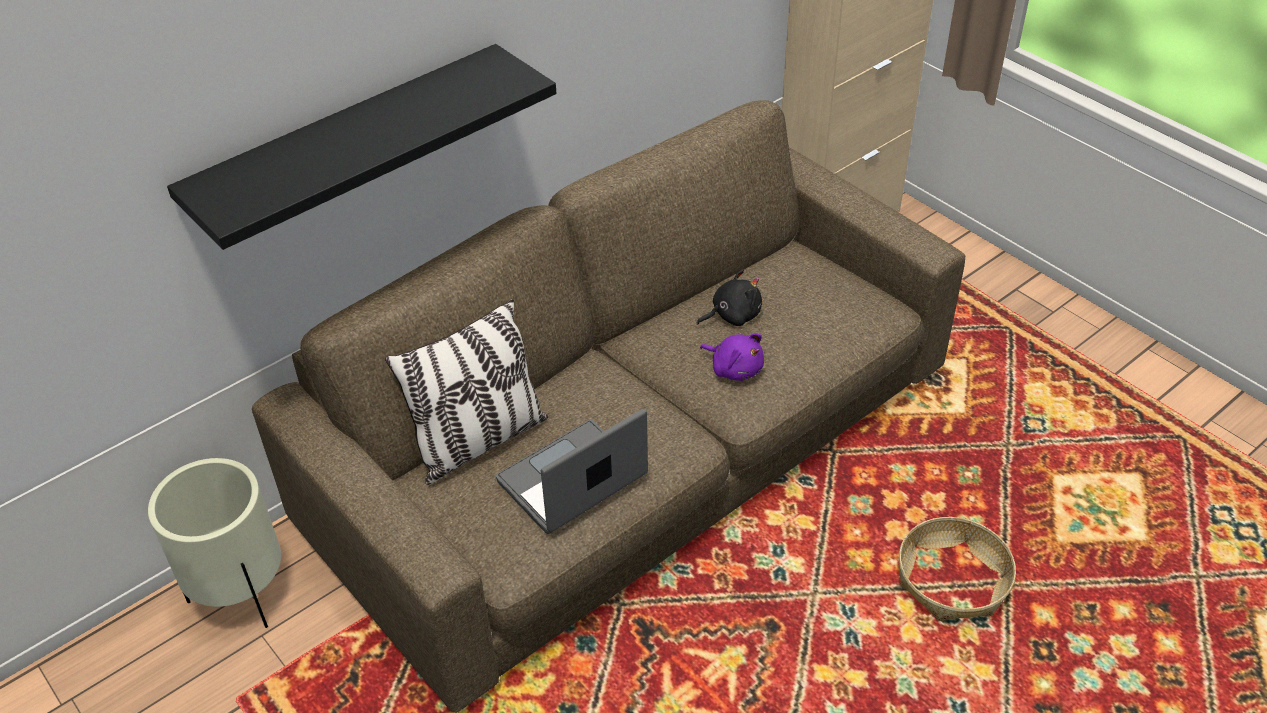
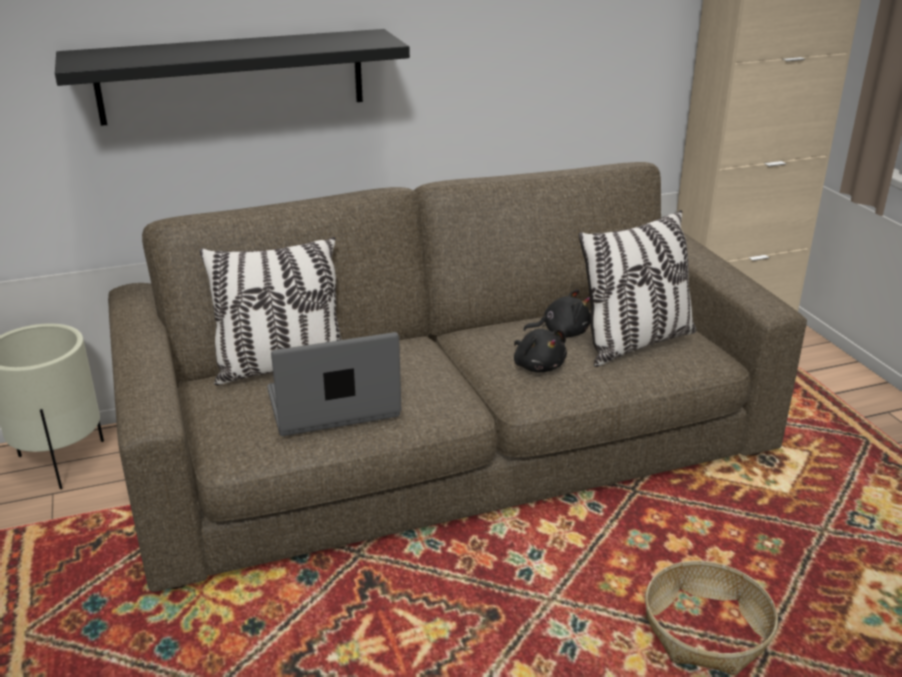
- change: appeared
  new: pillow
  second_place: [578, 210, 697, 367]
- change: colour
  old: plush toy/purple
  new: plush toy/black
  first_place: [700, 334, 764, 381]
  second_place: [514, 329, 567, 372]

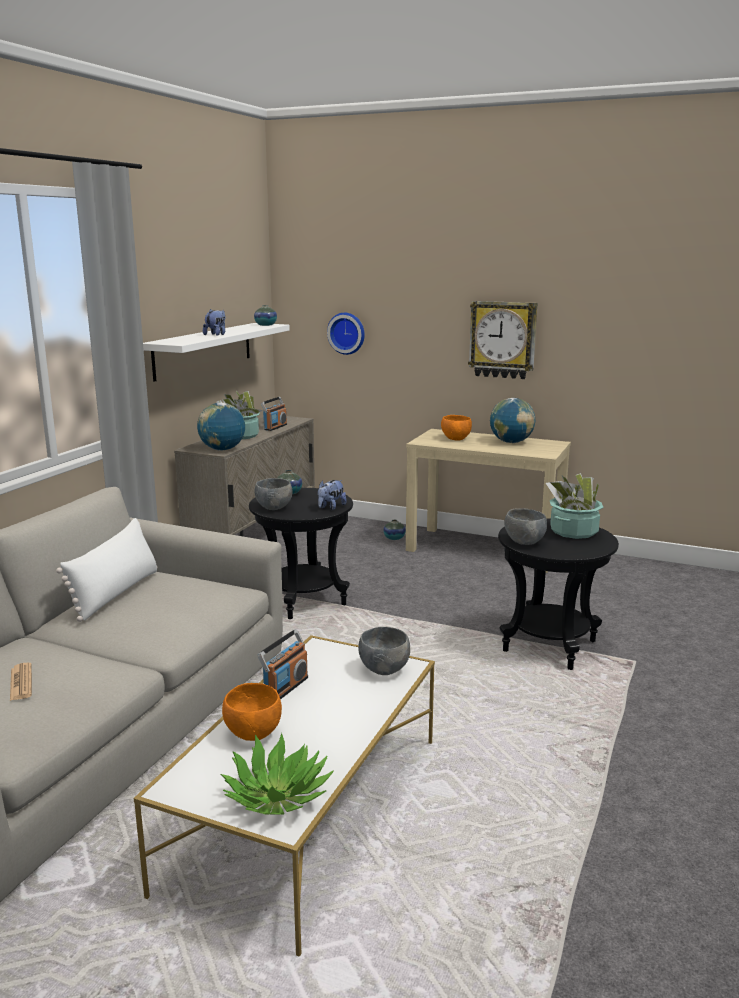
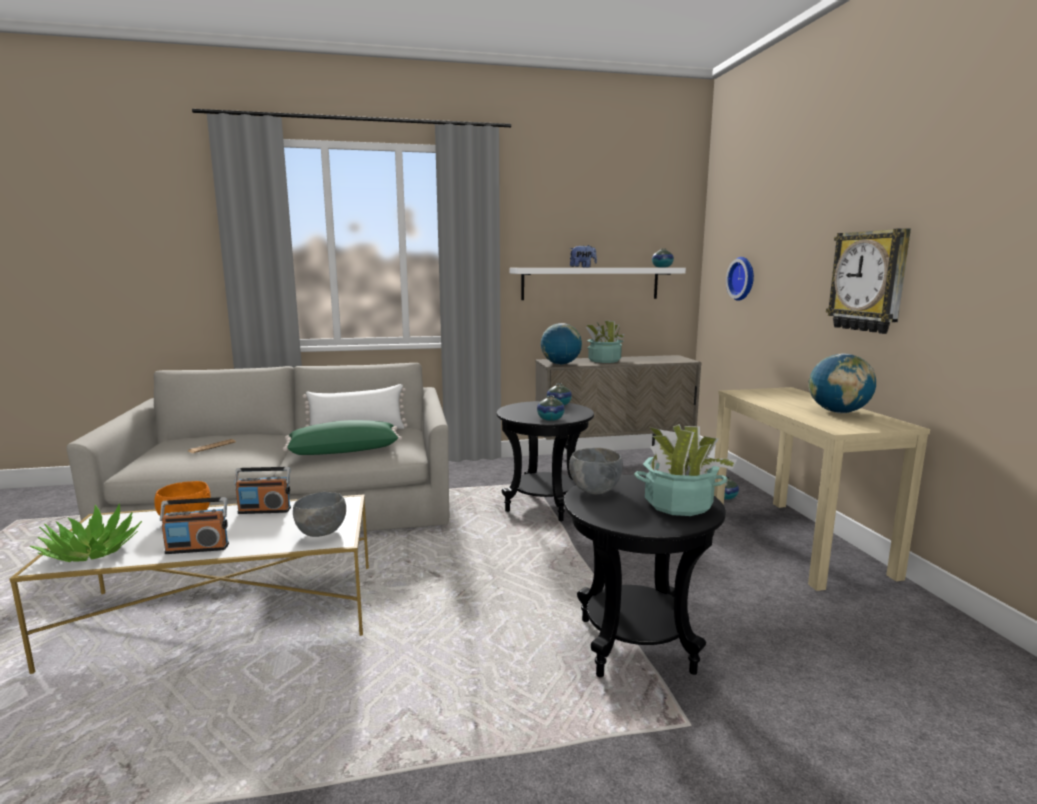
- change: missing
  old: bowl/grey
  first_place: [255, 478, 292, 510]
- change: missing
  old: bowl/orange
  first_place: [441, 415, 472, 441]
- change: appeared
  new: pillow/green
  second_place: [283, 420, 402, 455]
- change: relocated
  old: radio
  first_place: [261, 397, 287, 431]
  second_place: [160, 497, 229, 554]
- change: exchanged
  old: plush toy
  new: vase
  first_place: [318, 480, 347, 510]
  second_place: [537, 396, 565, 421]

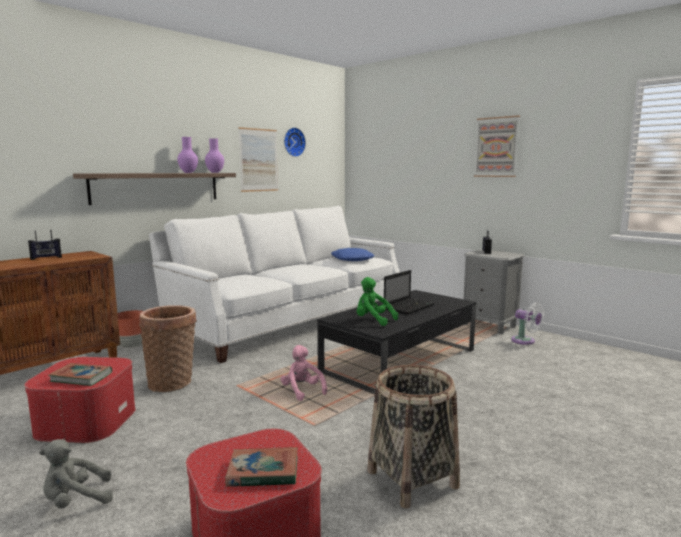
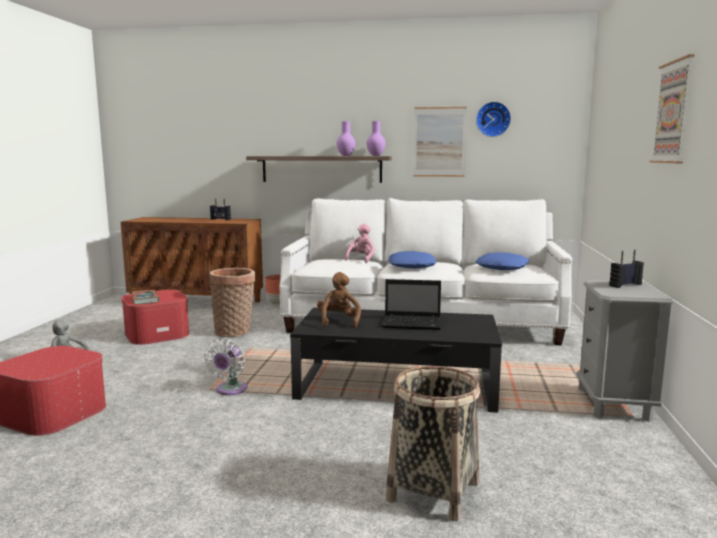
- change: missing
  old: book
  first_place: [225, 447, 298, 487]
- change: appeared
  new: pillow/blue
  second_place: [389, 251, 436, 269]
- change: relocated
  old: plush toy/pink
  first_place: [280, 345, 327, 401]
  second_place: [345, 224, 375, 263]
- change: relocated
  old: basket
  first_place: [367, 365, 460, 508]
  second_place: [386, 366, 480, 521]
- change: relocated
  old: fan/white
  first_place: [511, 302, 544, 345]
  second_place: [204, 338, 248, 395]
- change: colour
  old: plush toy/green
  new: plush toy/brown
  first_place: [357, 277, 398, 326]
  second_place: [317, 272, 361, 328]

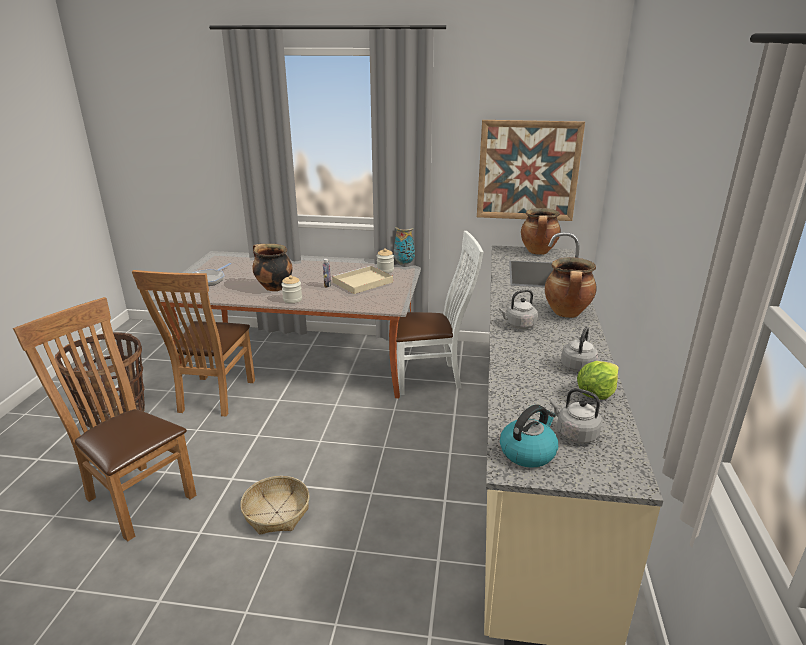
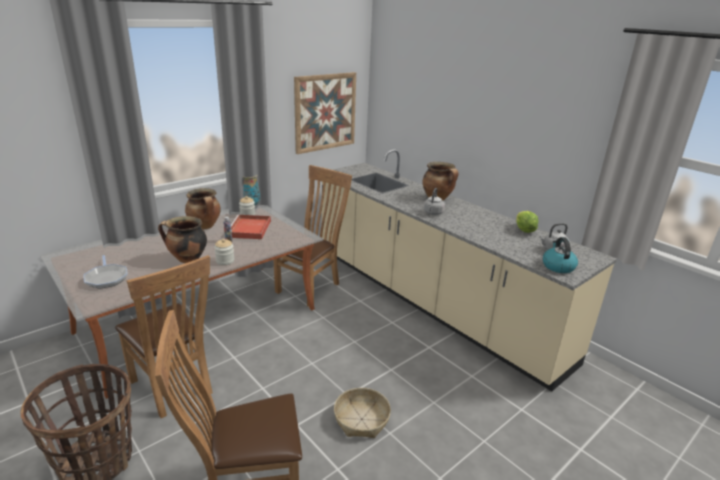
- change: missing
  old: kettle/grey
  first_place: [561, 327, 598, 372]
- change: relocated
  old: cooking pot
  first_place: [521, 208, 561, 255]
  second_place: [185, 188, 221, 229]
- change: colour
  old: tray/beige
  new: tray/red
  first_place: [332, 265, 393, 294]
  second_place: [231, 214, 271, 239]
- change: colour
  old: chair/white
  new: chair/brown
  first_place: [396, 231, 483, 395]
  second_place: [274, 165, 352, 307]

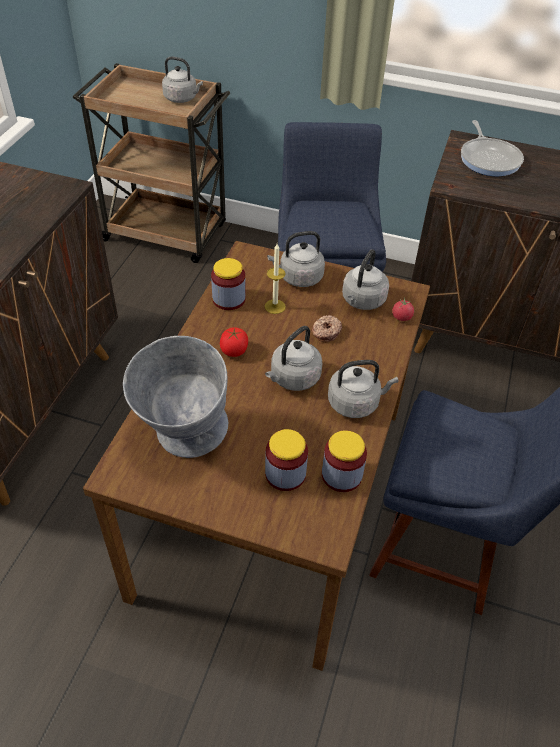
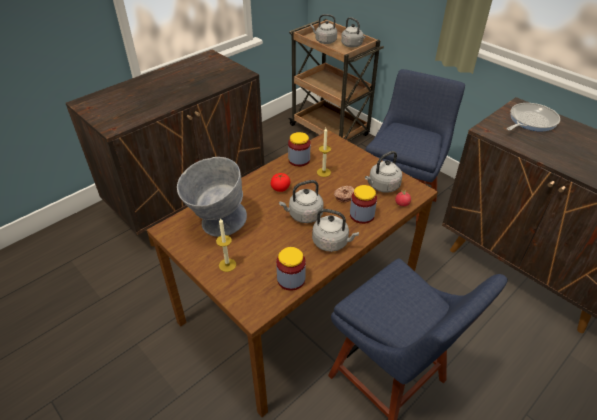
- change: appeared
  new: candle
  second_place: [216, 218, 236, 272]
- change: relocated
  old: jar
  first_place: [265, 429, 308, 491]
  second_place: [350, 185, 377, 224]
- change: relocated
  old: kettle/grey
  first_place: [267, 231, 325, 287]
  second_place: [311, 14, 337, 44]
- change: spun
  old: frying pan
  first_place: [461, 120, 524, 176]
  second_place: [507, 103, 560, 131]
  degrees: -150

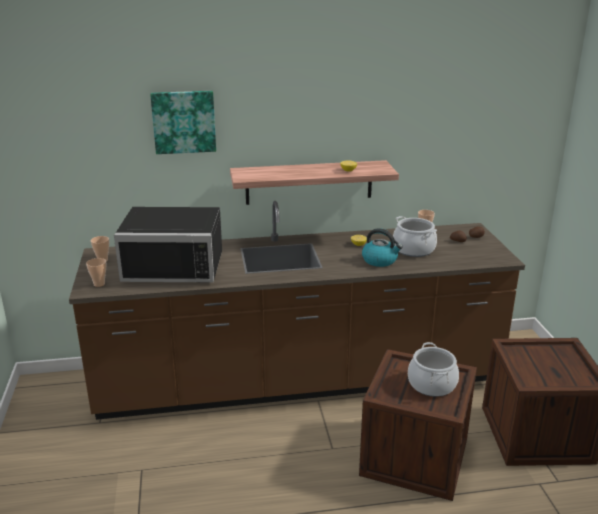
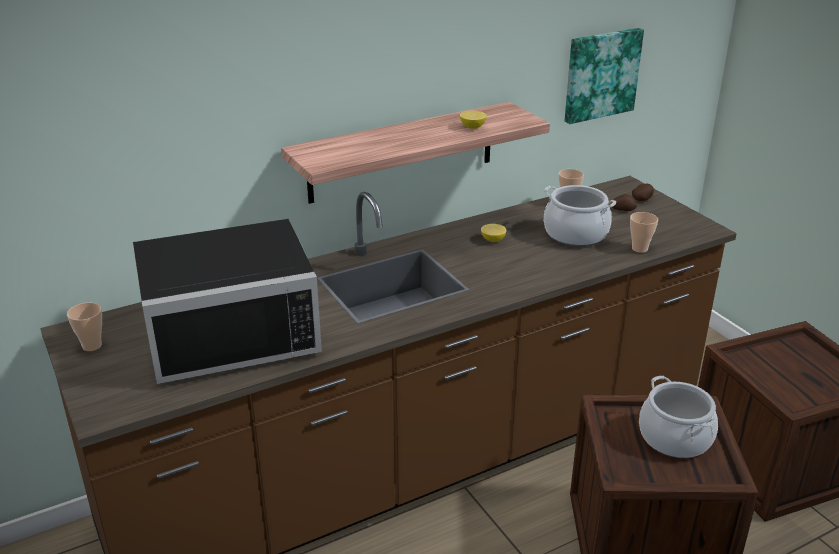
- change: missing
  old: kettle
  first_place: [362, 228, 403, 267]
- change: relocated
  old: cup
  first_place: [86, 258, 106, 287]
  second_place: [630, 212, 658, 253]
- change: relocated
  old: picture
  first_place: [150, 91, 216, 154]
  second_place: [565, 28, 644, 124]

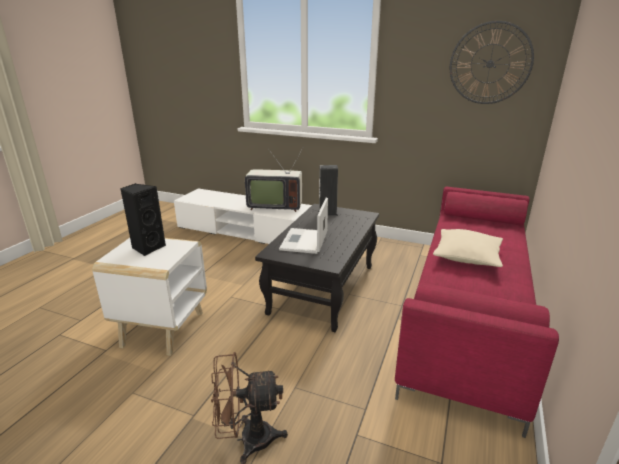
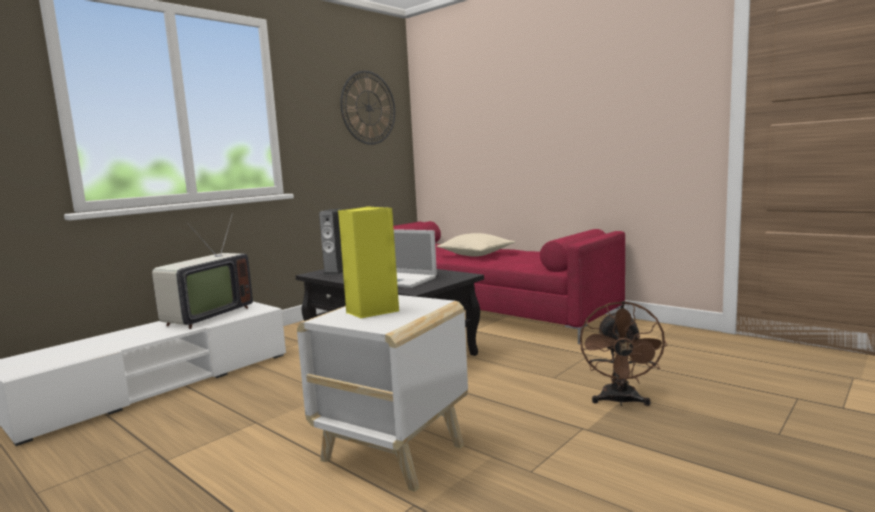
- change: colour
  old: speaker/black
  new: speaker/yellow
  first_place: [120, 183, 166, 256]
  second_place: [338, 206, 399, 319]

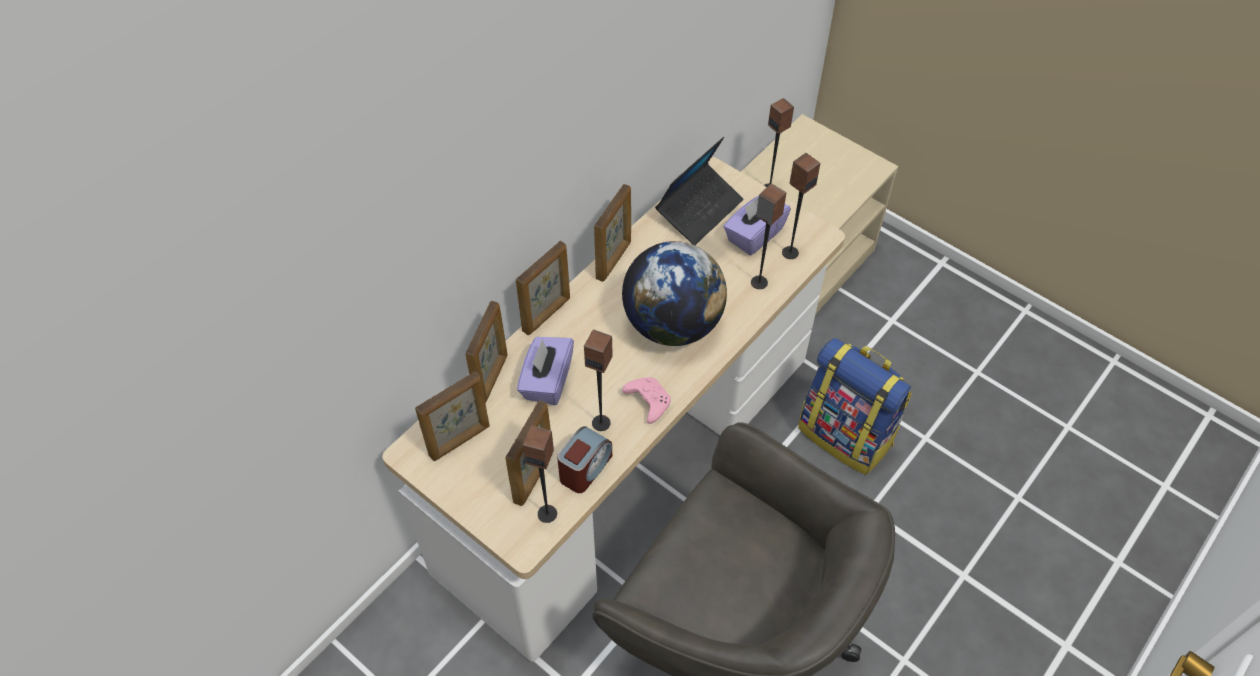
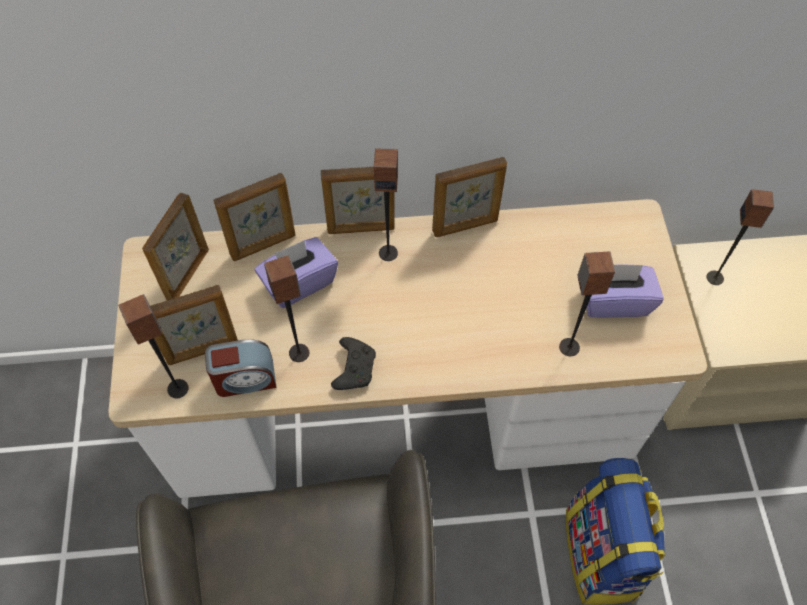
- change: missing
  old: globe
  first_place: [622, 241, 727, 346]
- change: missing
  old: laptop
  first_place: [655, 137, 743, 245]
- change: relocated
  old: speaker
  first_place: [782, 153, 820, 259]
  second_place: [374, 148, 398, 261]
- change: colour
  old: game controller/pink
  new: game controller/black
  first_place: [622, 377, 671, 424]
  second_place: [331, 337, 376, 390]
- change: spun
  old: picture frame
  first_place: [415, 371, 490, 461]
  second_place: [142, 193, 209, 301]
  degrees: 105

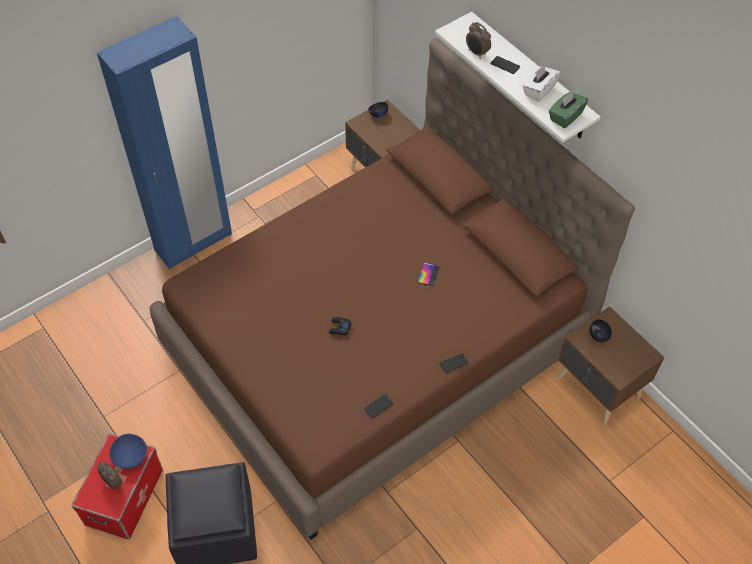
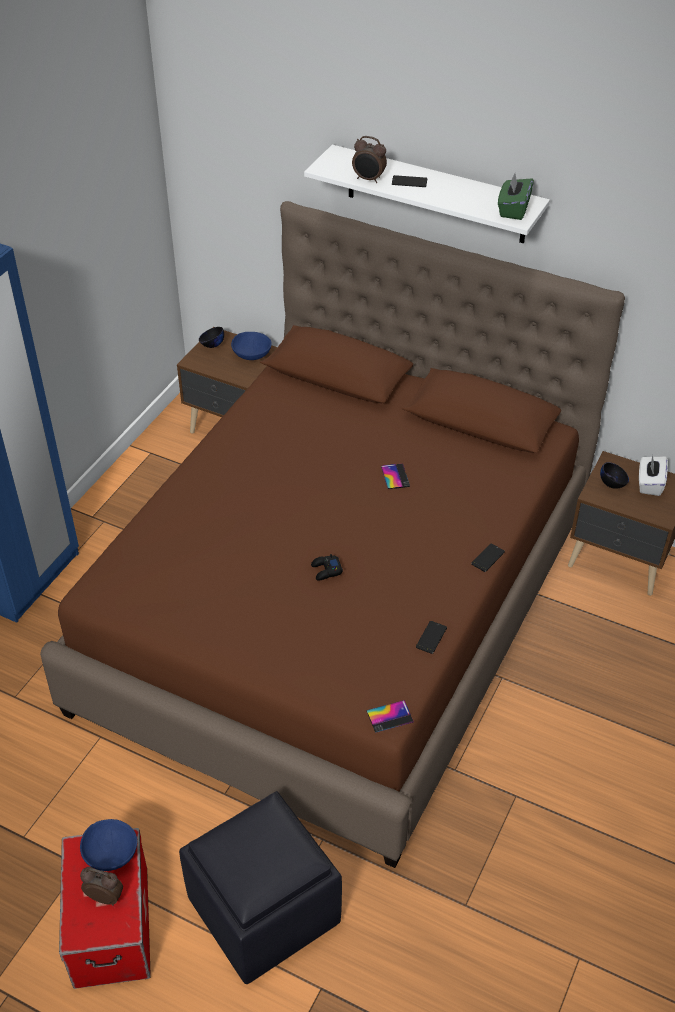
- change: appeared
  new: bowl/blue
  second_place: [231, 332, 272, 360]
- change: appeared
  new: phone
  second_place: [366, 700, 414, 733]
- change: relocated
  old: tissue box/white
  first_place: [522, 64, 560, 102]
  second_place: [639, 454, 668, 496]

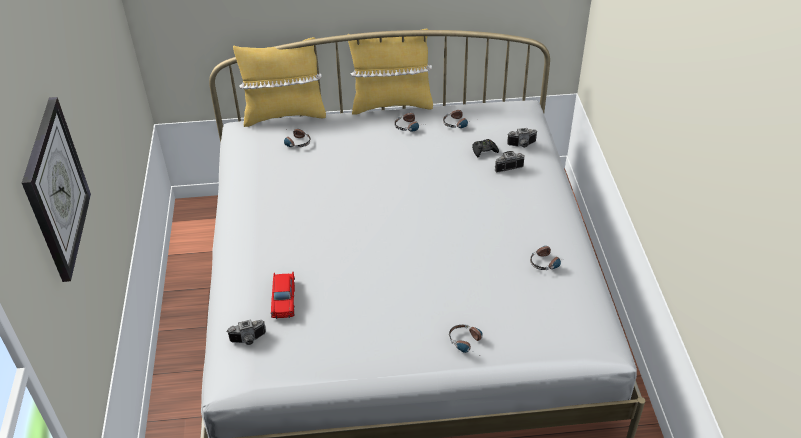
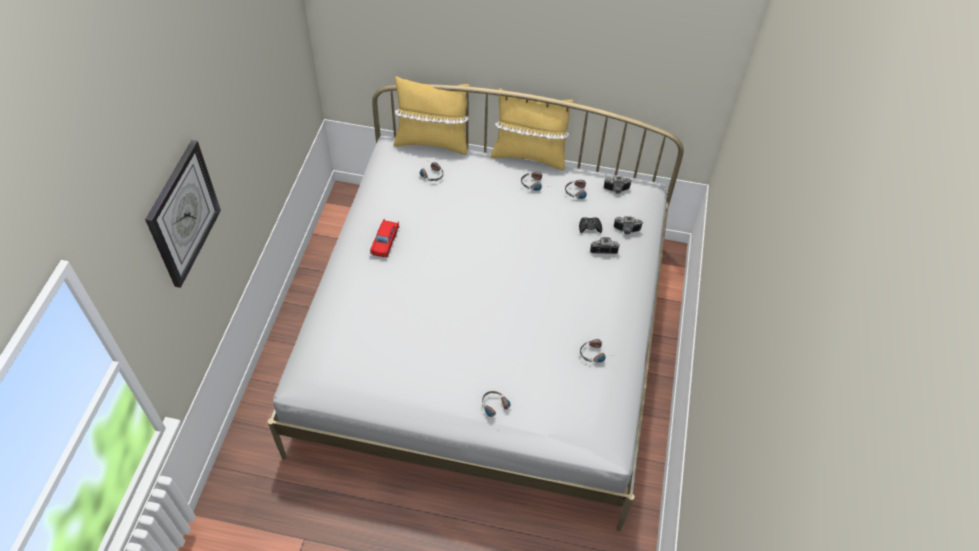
- change: relocated
  old: photo camera
  first_place: [226, 319, 266, 345]
  second_place: [604, 176, 632, 194]
- change: relocated
  old: toy car/red
  first_place: [271, 272, 295, 319]
  second_place: [370, 219, 399, 258]

